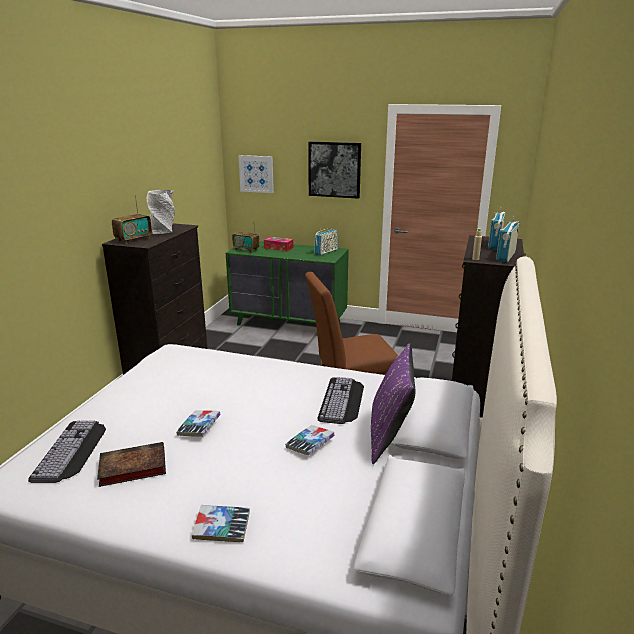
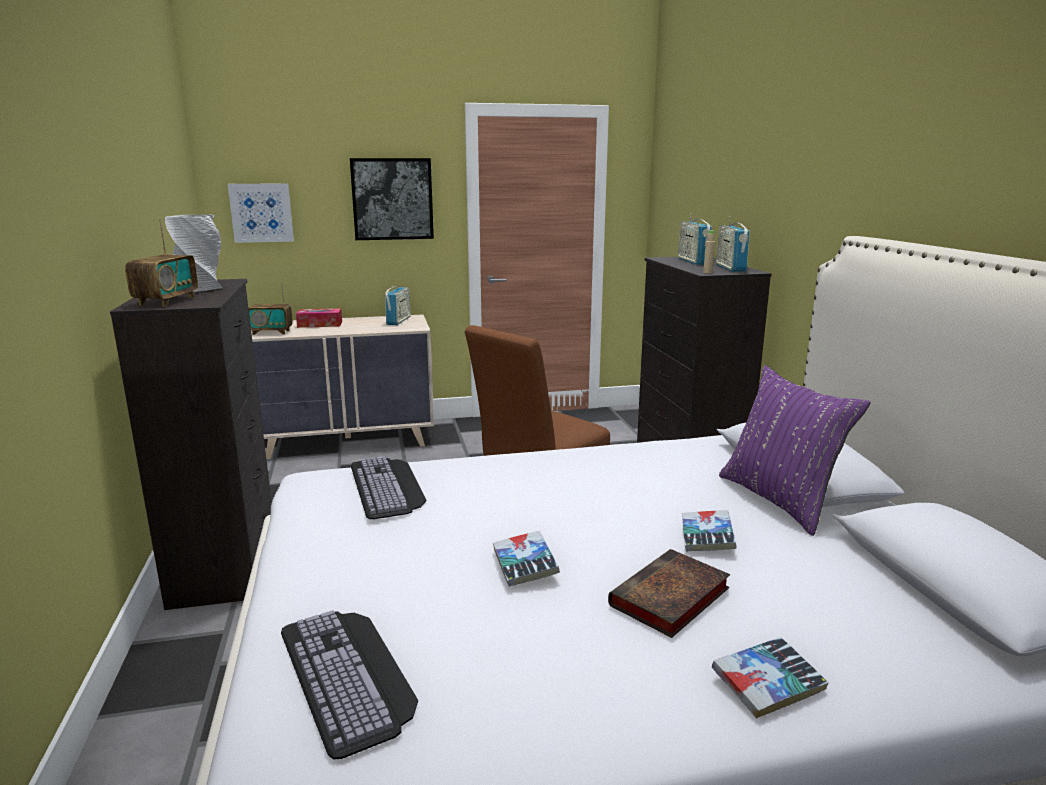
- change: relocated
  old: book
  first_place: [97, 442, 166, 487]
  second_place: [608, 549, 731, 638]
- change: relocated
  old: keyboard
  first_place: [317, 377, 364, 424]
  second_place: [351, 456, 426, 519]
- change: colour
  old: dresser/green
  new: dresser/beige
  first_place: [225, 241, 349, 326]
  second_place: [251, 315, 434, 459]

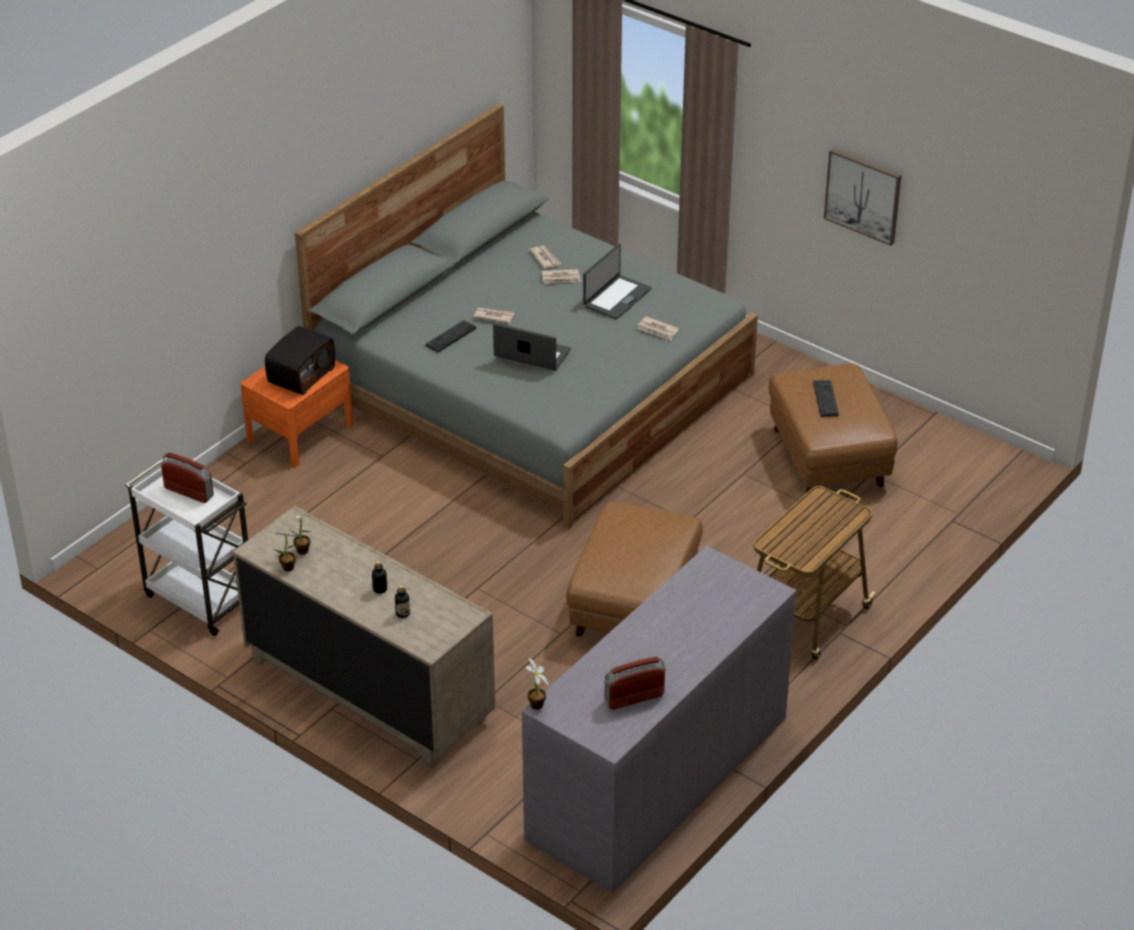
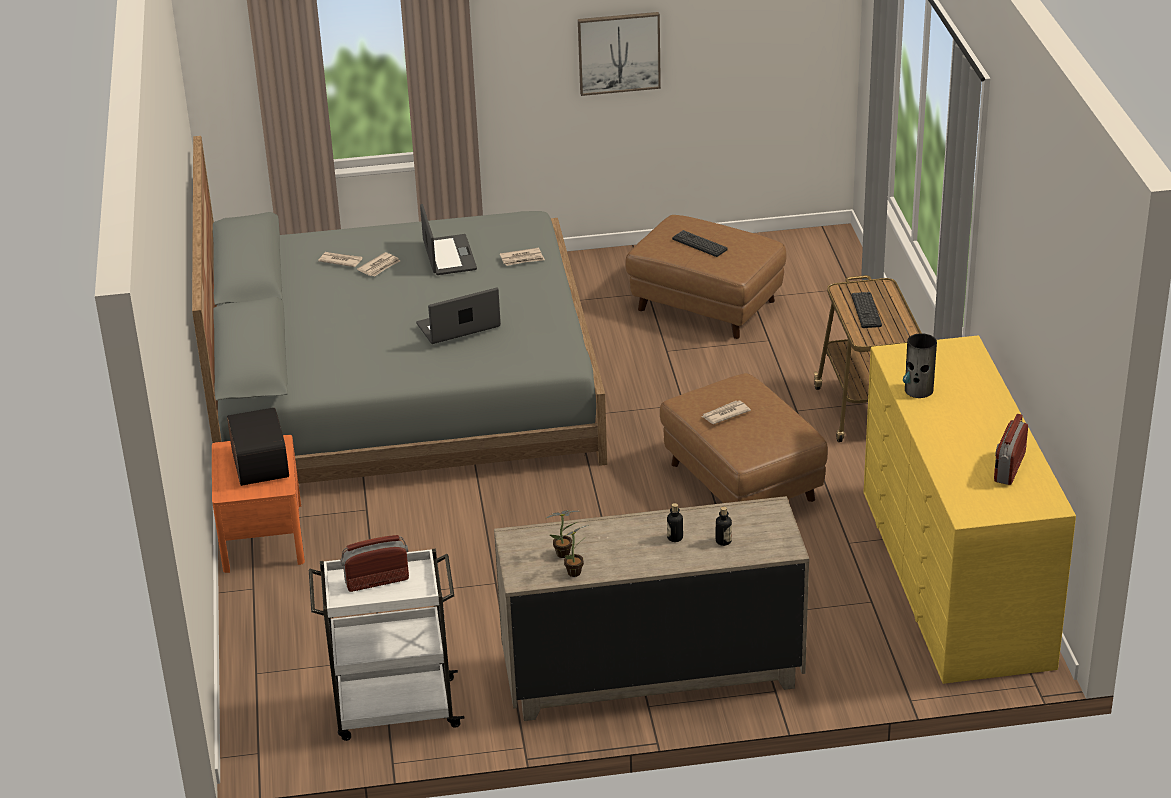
- change: missing
  old: potted plant
  first_place: [525, 657, 549, 710]
- change: appeared
  new: vase
  second_place: [903, 333, 937, 398]
- change: relocated
  old: keyboard
  first_place: [425, 320, 476, 353]
  second_place: [852, 292, 882, 328]
- change: relocated
  old: newspaper
  first_place: [474, 307, 514, 323]
  second_place: [702, 400, 751, 424]
- change: colour
  old: dresser/grey
  new: dresser/yellow
  first_place: [522, 546, 797, 893]
  second_place: [864, 335, 1076, 684]

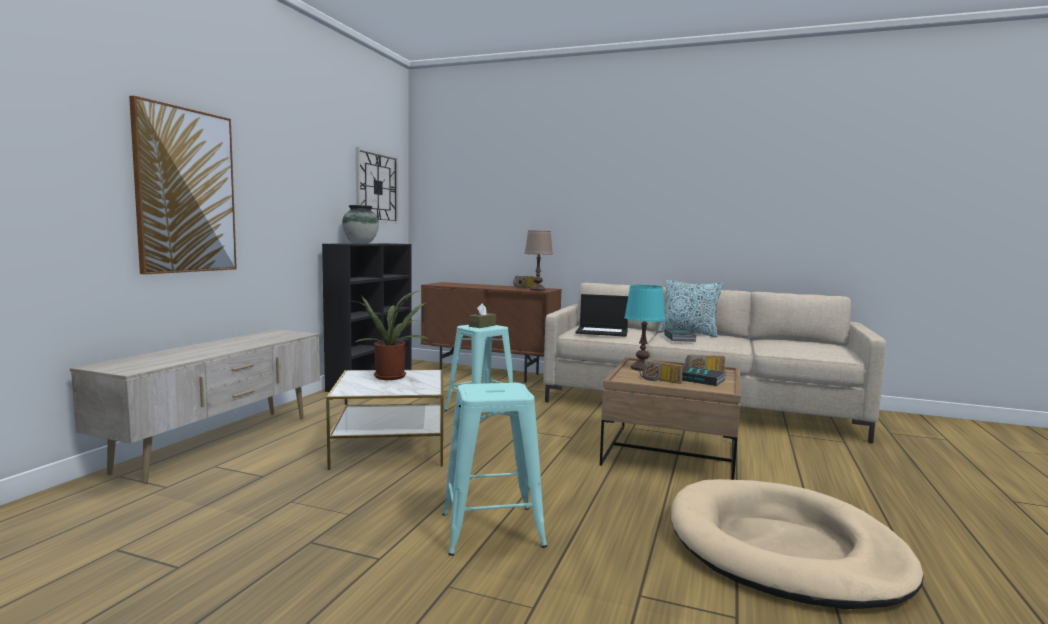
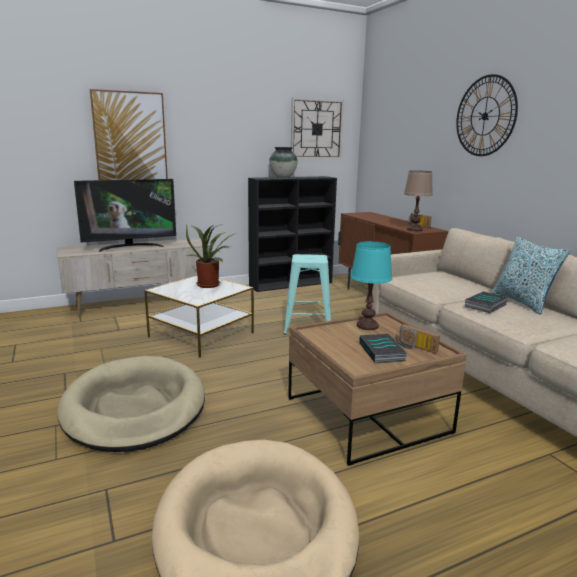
- change: missing
  old: tissue box/brown
  first_place: [469, 304, 496, 328]
- change: missing
  old: laptop
  first_place: [576, 294, 628, 337]
- change: missing
  old: radio
  first_place: [640, 360, 683, 384]
- change: appeared
  new: television
  second_place: [74, 179, 176, 252]
- change: appeared
  new: wall clock
  second_place: [456, 74, 518, 156]
- change: exchanged
  old: stool/turquoise
  new: dog bed/beige
  first_place: [442, 383, 547, 556]
  second_place: [57, 356, 205, 452]

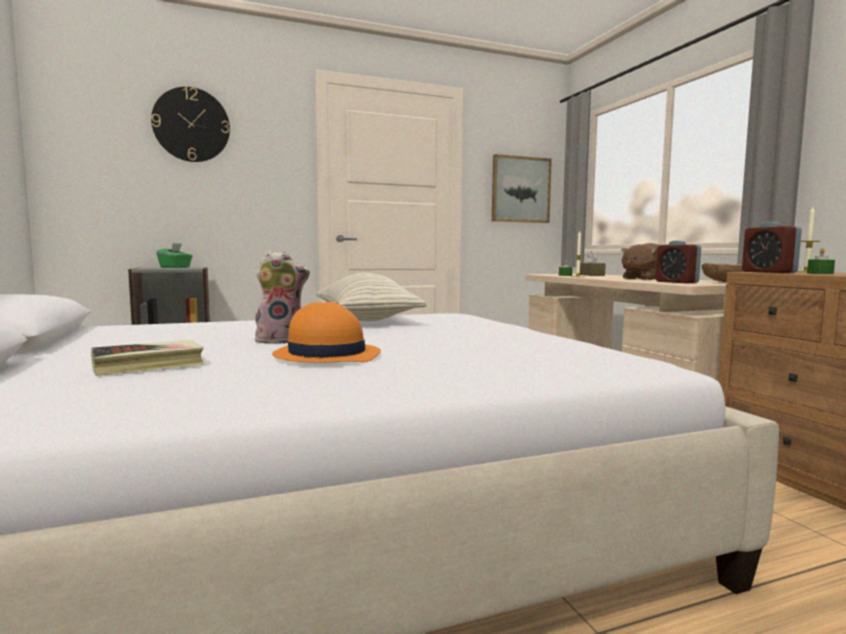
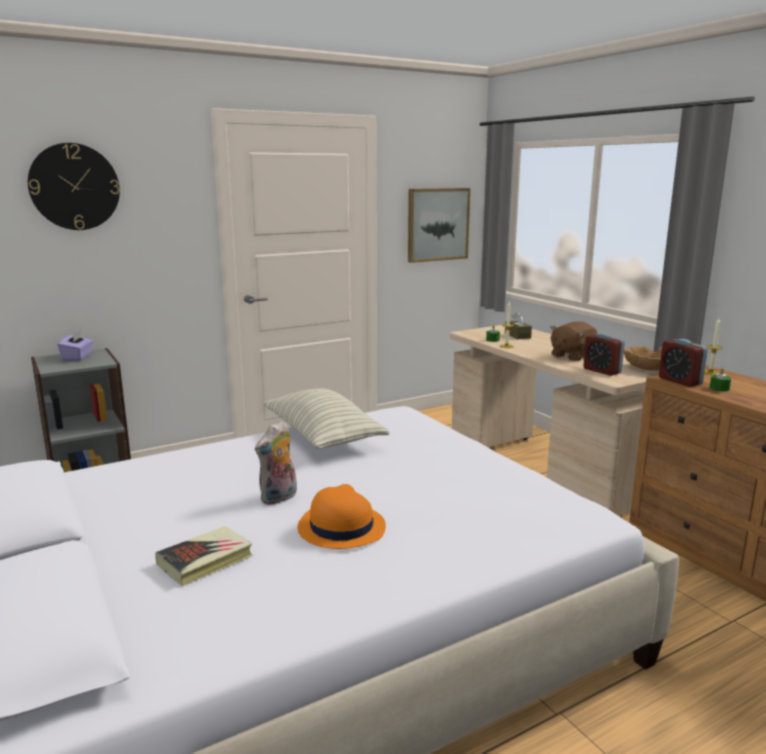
- change: colour
  old: tissue box/green
  new: tissue box/purple
  first_place: [156, 243, 192, 268]
  second_place: [58, 330, 93, 361]
- change: spun
  old: plush toy
  first_place: [255, 250, 310, 344]
  second_place: [255, 420, 297, 505]
  degrees: 150

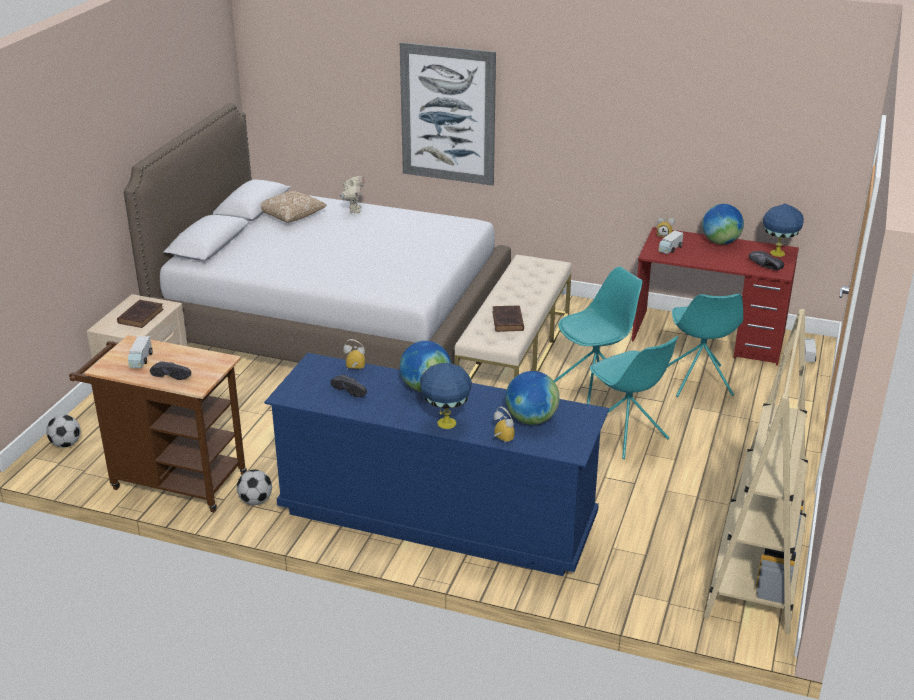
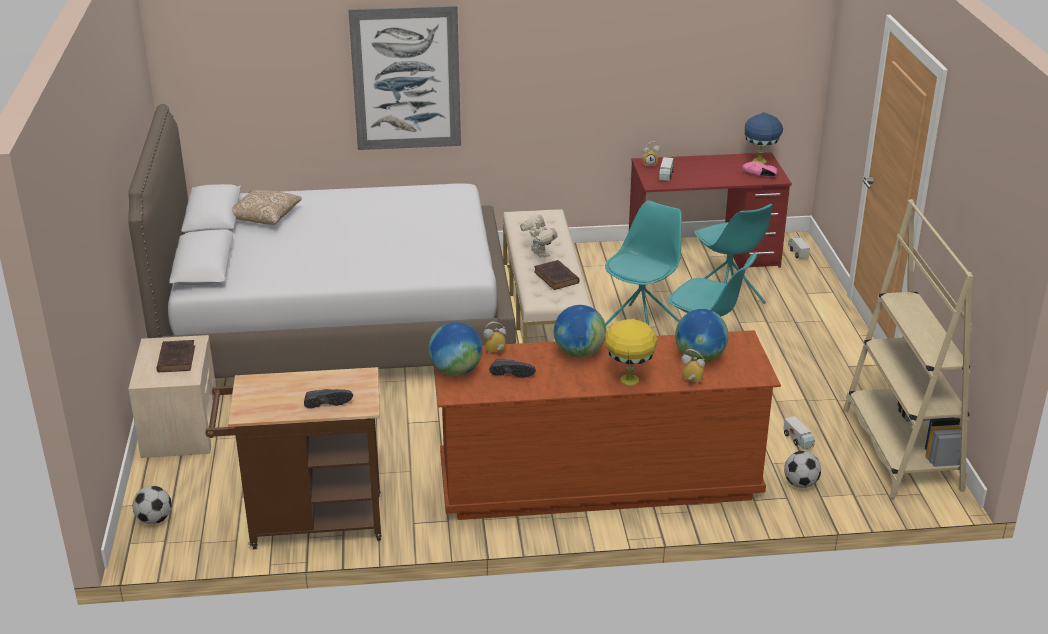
- change: relocated
  old: toy truck
  first_place: [128, 336, 153, 368]
  second_place: [783, 416, 815, 450]
- change: relocated
  old: football
  first_place: [237, 470, 272, 505]
  second_place: [784, 451, 821, 488]
- change: relocated
  old: toy robot
  first_place: [340, 176, 365, 213]
  second_place: [520, 215, 558, 258]
- change: relocated
  old: globe
  first_place: [702, 204, 744, 244]
  second_place: [428, 322, 482, 376]
- change: colour
  old: dresser/blue
  new: dresser/brown
  first_place: [264, 353, 609, 576]
  second_place: [434, 330, 781, 520]
- change: colour
  old: table lamp/blue
  new: table lamp/yellow
  first_place: [420, 363, 472, 429]
  second_place: [605, 319, 657, 386]
- change: colour
  old: shoe/black
  new: shoe/pink
  first_place: [749, 251, 784, 270]
  second_place: [742, 161, 778, 177]

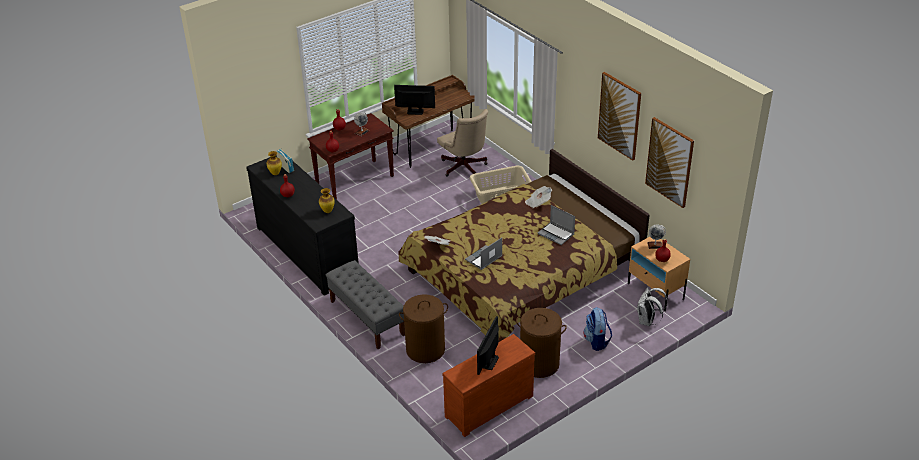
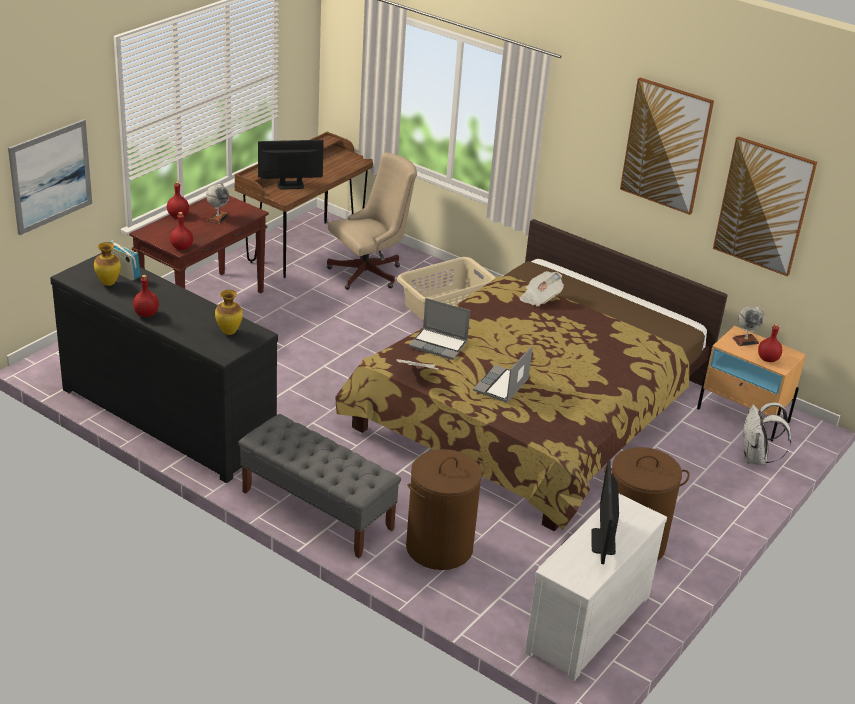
- change: missing
  old: backpack
  first_place: [584, 307, 612, 351]
- change: appeared
  new: picture
  second_place: [8, 119, 92, 235]
- change: relocated
  old: laptop
  first_place: [537, 205, 575, 245]
  second_place: [409, 298, 470, 360]
- change: colour
  old: dresser/brown
  new: dresser/white
  first_place: [442, 334, 535, 437]
  second_place: [525, 493, 667, 681]
- change: spun
  old: office chair/beige
  first_place: [437, 109, 488, 177]
  second_place: [327, 152, 417, 290]
  degrees: -75

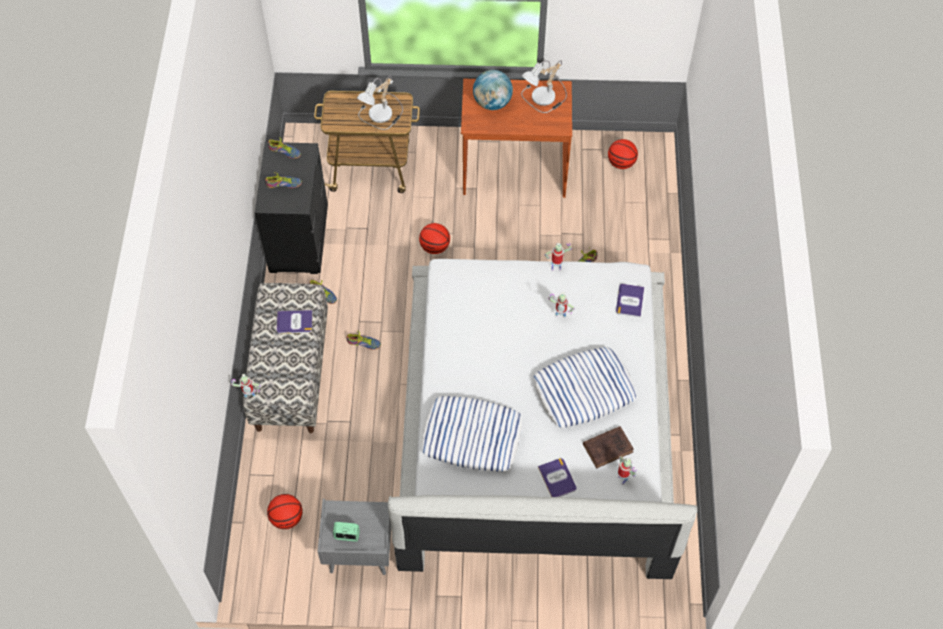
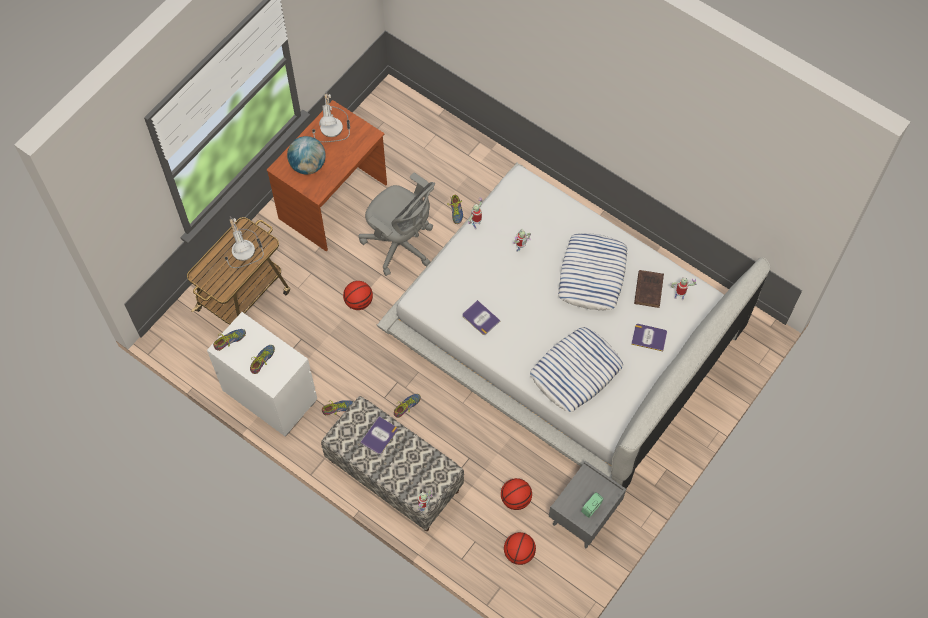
- change: appeared
  new: office chair/grey
  second_place: [359, 172, 435, 276]
- change: relocated
  old: basketball
  first_place: [608, 139, 638, 169]
  second_place: [501, 478, 532, 510]
- change: relocated
  old: book
  first_place: [616, 284, 644, 317]
  second_place: [463, 300, 501, 335]
- change: colour
  old: dresser/black
  new: dresser/white
  first_place: [255, 142, 328, 274]
  second_place: [207, 312, 317, 437]

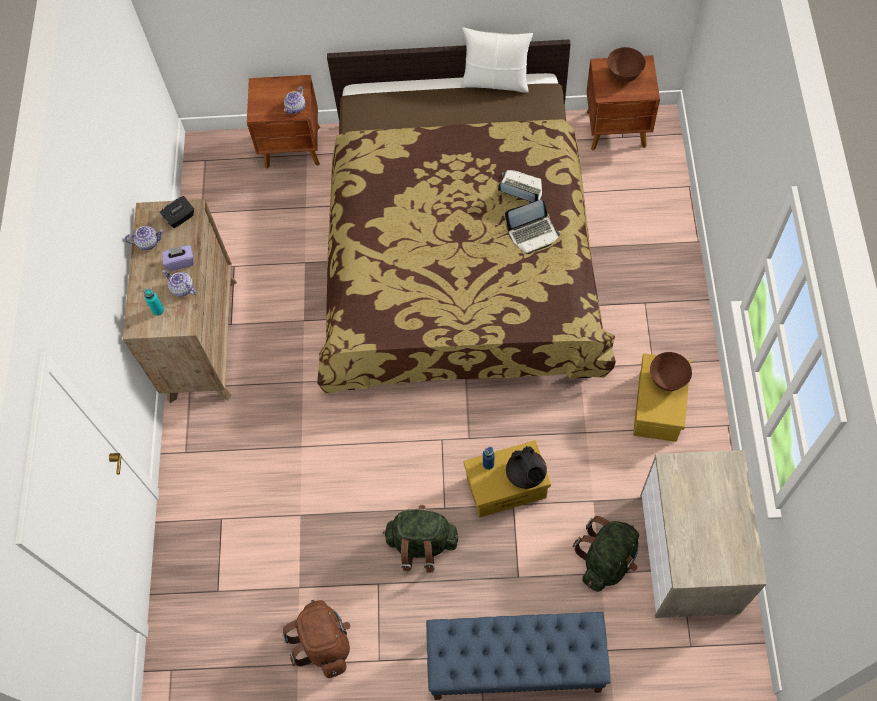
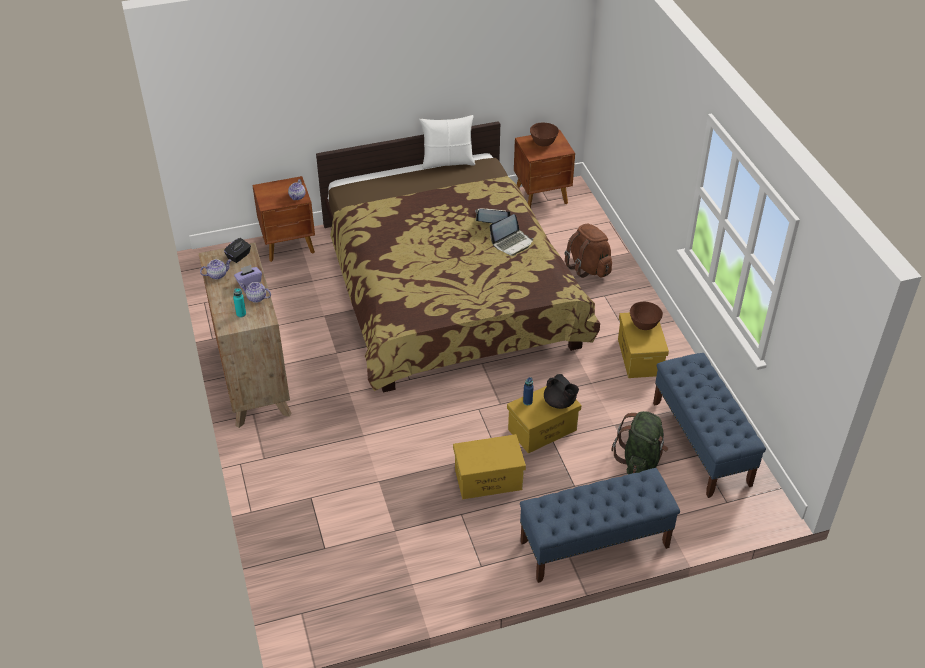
- change: relocated
  old: backpack/brown
  first_place: [282, 600, 351, 678]
  second_place: [564, 224, 612, 278]
- change: exchanged
  old: backpack/green
  new: storage box/yellow
  first_place: [383, 505, 458, 572]
  second_place: [453, 434, 526, 499]
- change: exchanged
  old: dresser
  new: bench/blue
  first_place: [640, 450, 767, 618]
  second_place: [653, 353, 766, 498]

